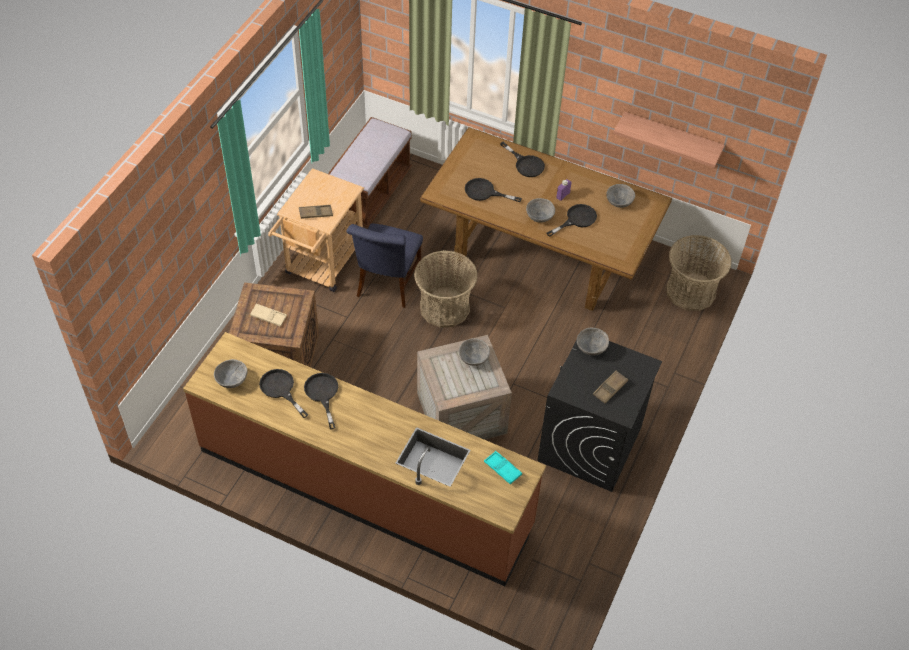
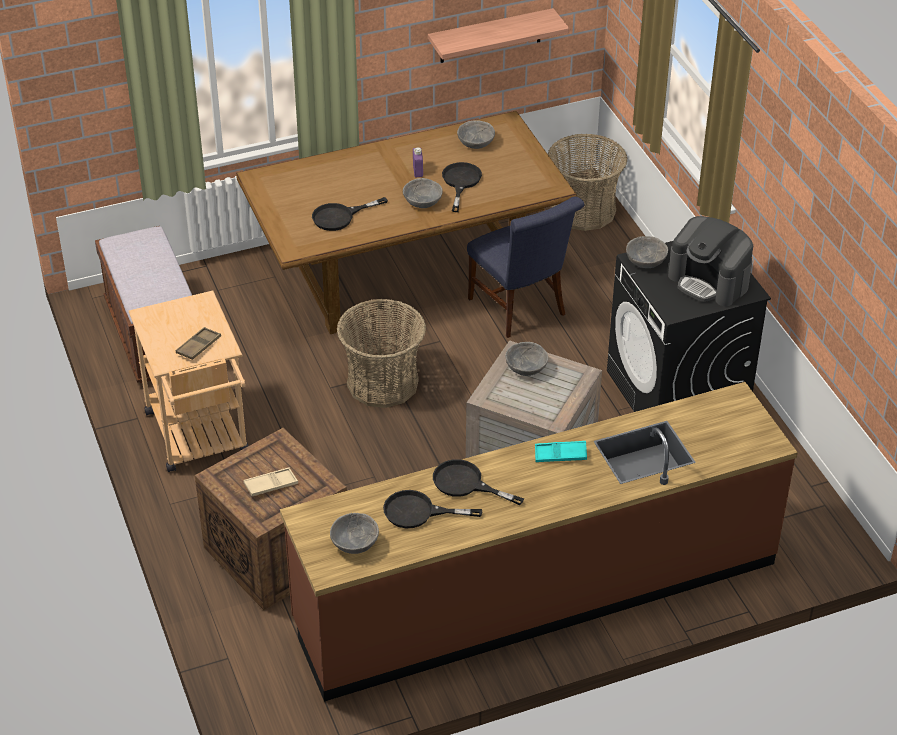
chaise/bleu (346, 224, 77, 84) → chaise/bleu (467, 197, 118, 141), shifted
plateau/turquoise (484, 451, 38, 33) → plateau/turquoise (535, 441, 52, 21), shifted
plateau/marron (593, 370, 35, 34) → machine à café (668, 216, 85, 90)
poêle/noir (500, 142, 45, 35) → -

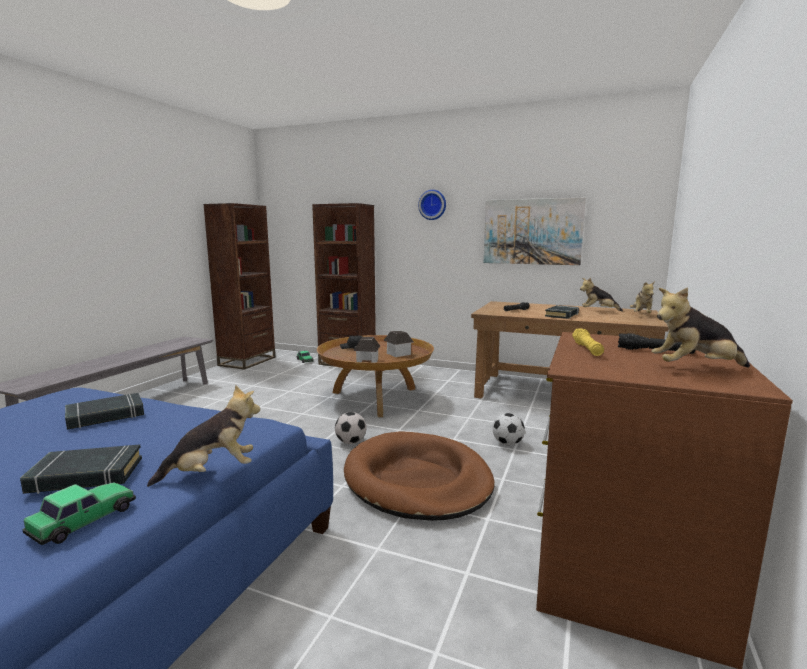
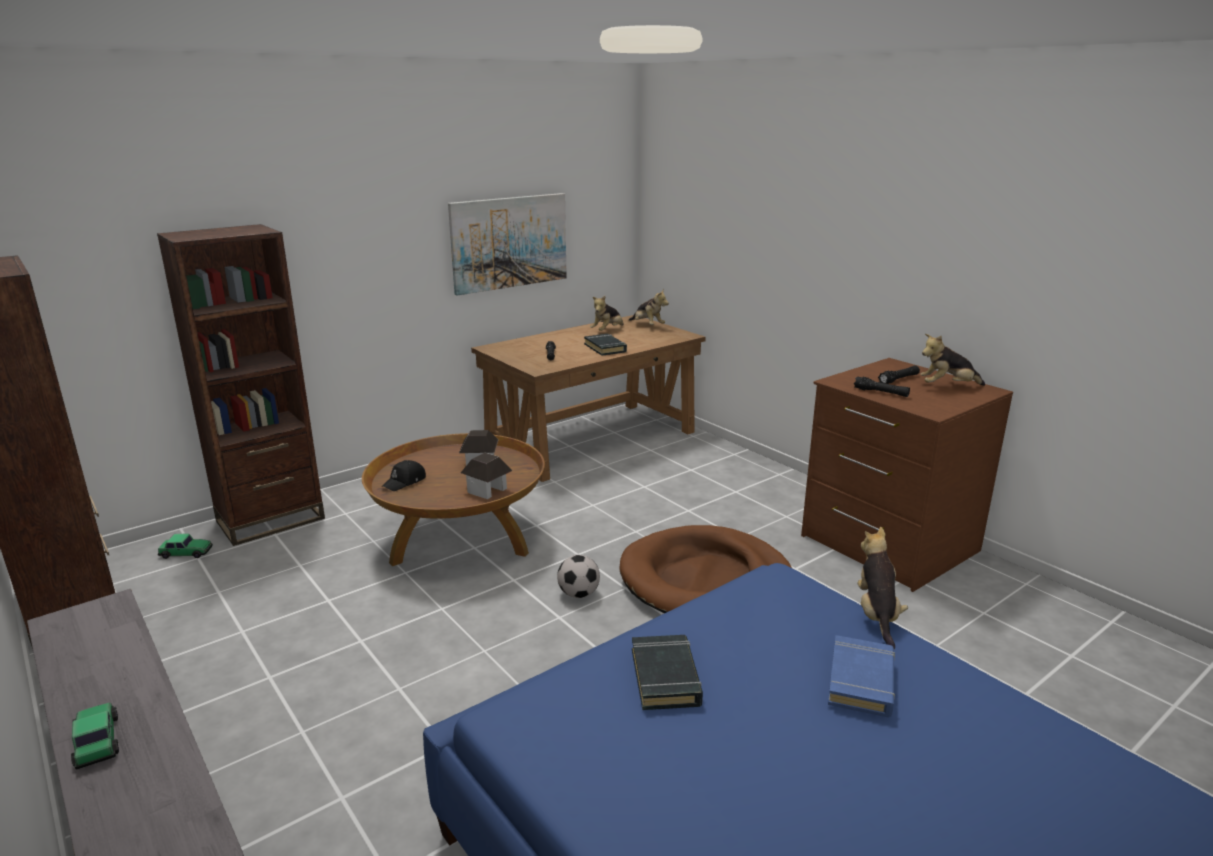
petite voiture (23, 482, 113, 63) → petite voiture (71, 702, 48, 68), shifted
livre/noir (20, 444, 122, 50) → livre/bleu (828, 635, 67, 83)
lampe de poche/jaune (572, 328, 32, 28) → lampe de poche/noir (854, 376, 56, 21)
peluche (652, 287, 98, 80) → peluche (920, 334, 65, 52), 60 degrees clockwise
horloge murale (418, 190, 28, 30) → -
ballon de foot (492, 413, 33, 32) → -

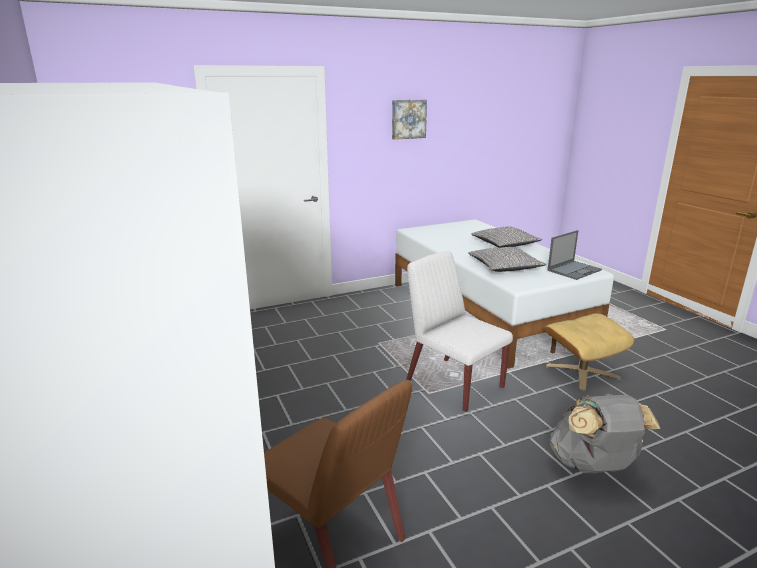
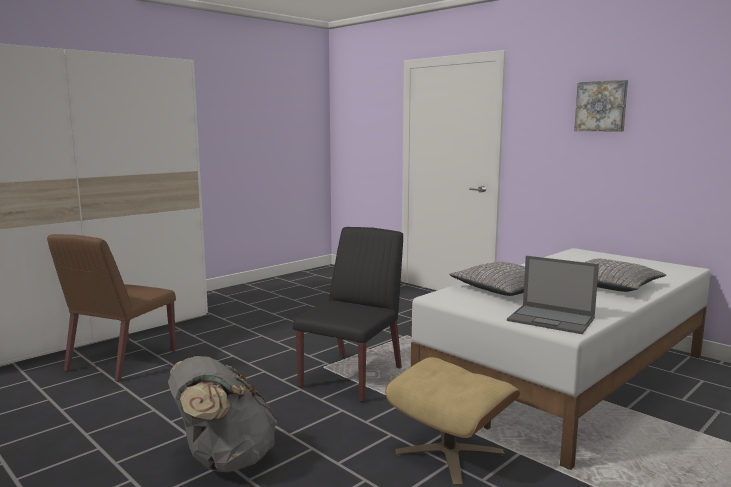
chaise/blanc (406, 251, 107, 161) → chaise/noir (293, 227, 110, 175)

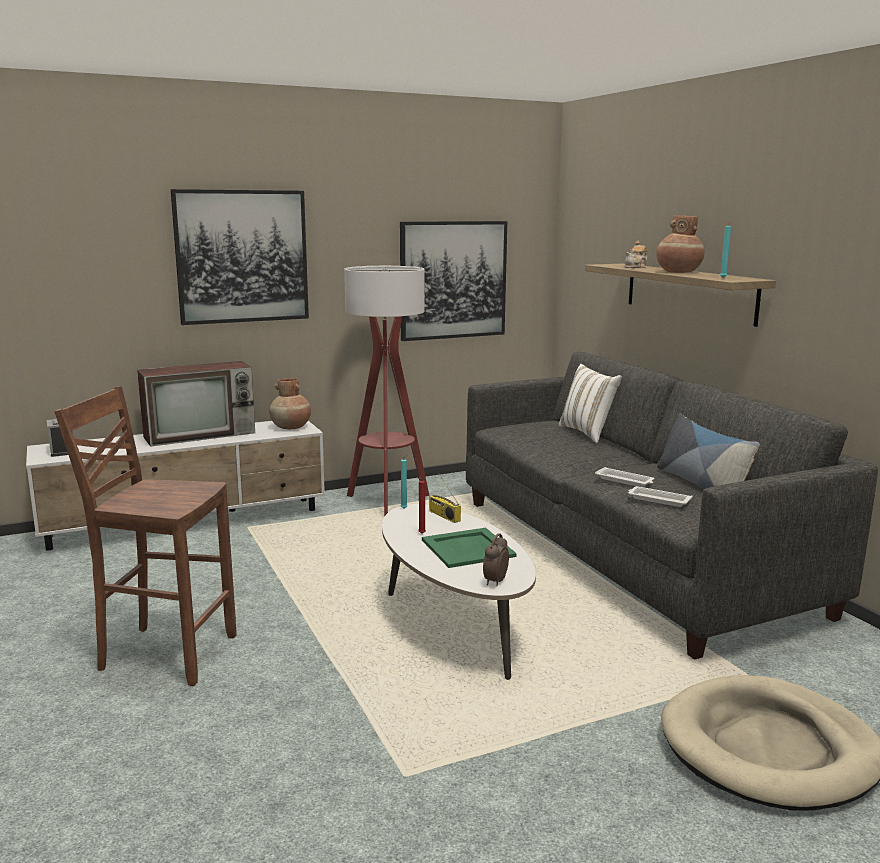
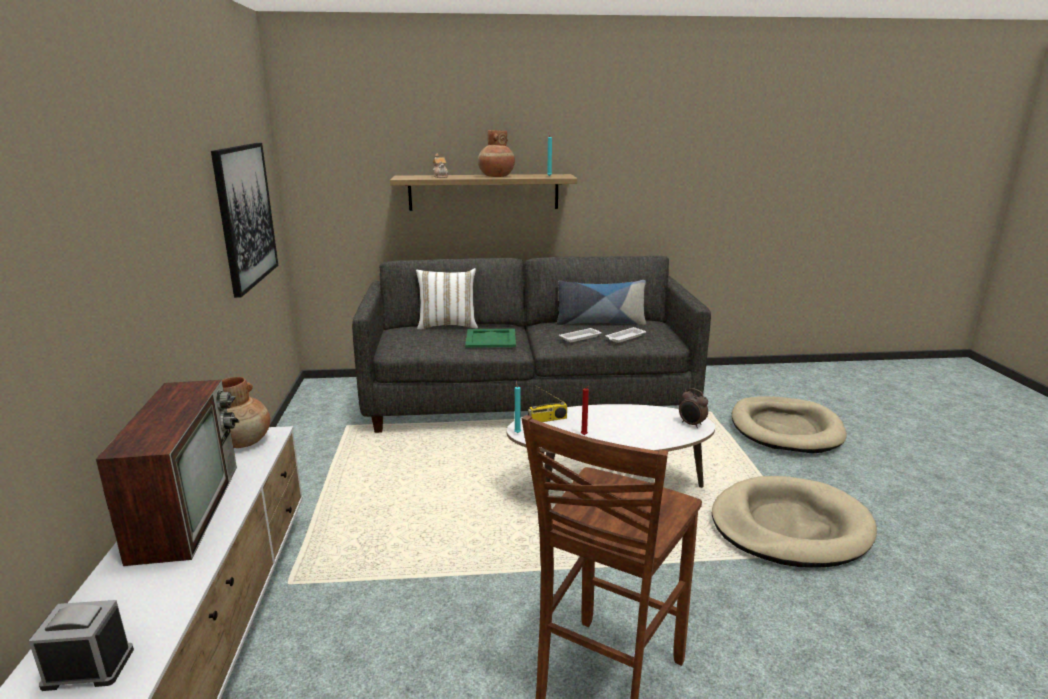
plateau/vert (422, 528, 95, 40) → plateau/vert (465, 329, 51, 19), shifted
- → panier pour chien/beige (712, 476, 165, 92)
tableau (171, 189, 138, 136) → -
lampadaire (344, 266, 85, 251) → -

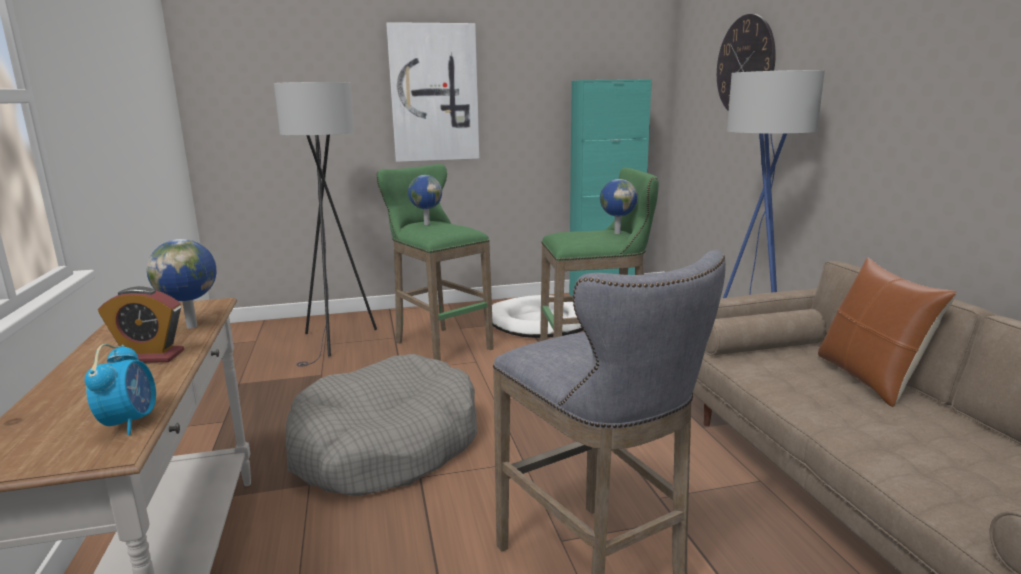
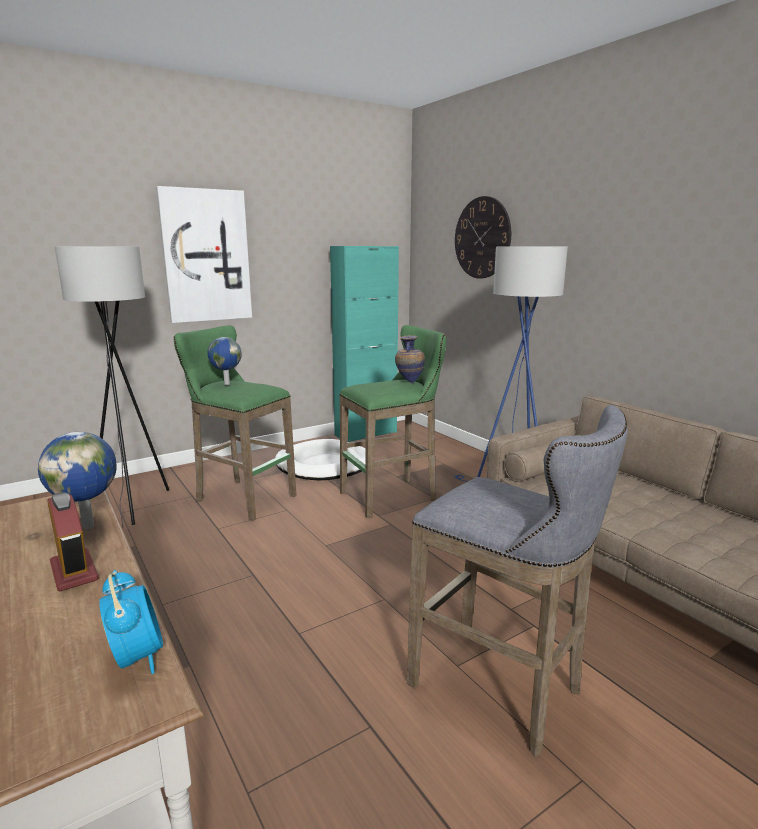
réveil (98, 286, 86, 77) → réveil (48, 492, 51, 99), 105 degrees counterclockwise
globe (600, 179, 38, 55) → vase (395, 336, 30, 47)
panier pour chien/gris (285, 354, 192, 142) → -
coussin/marron (818, 258, 138, 149) → -

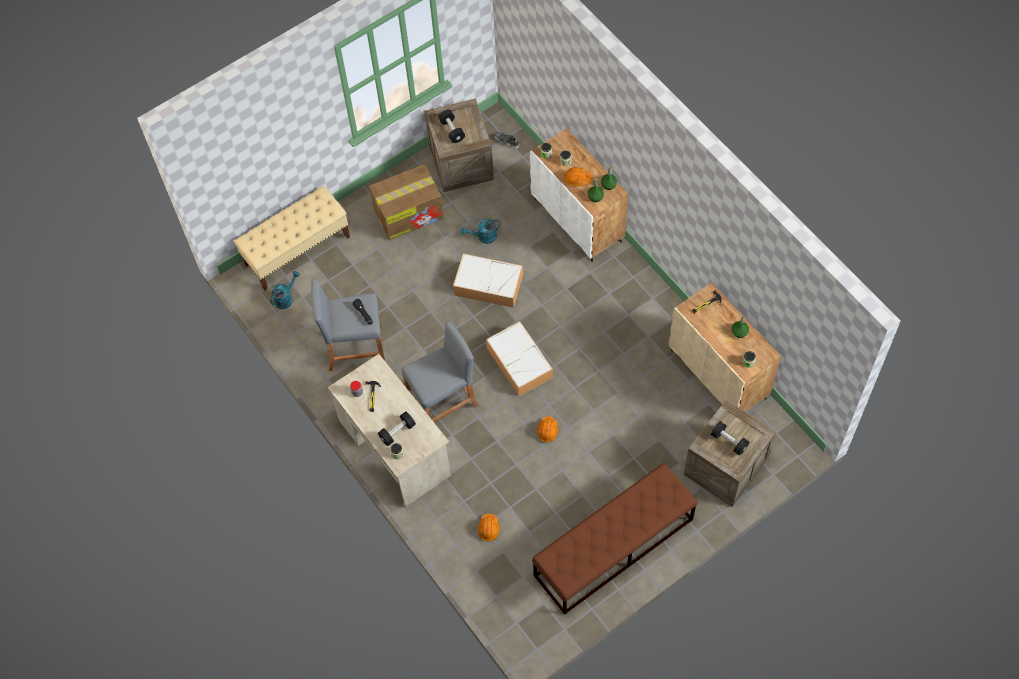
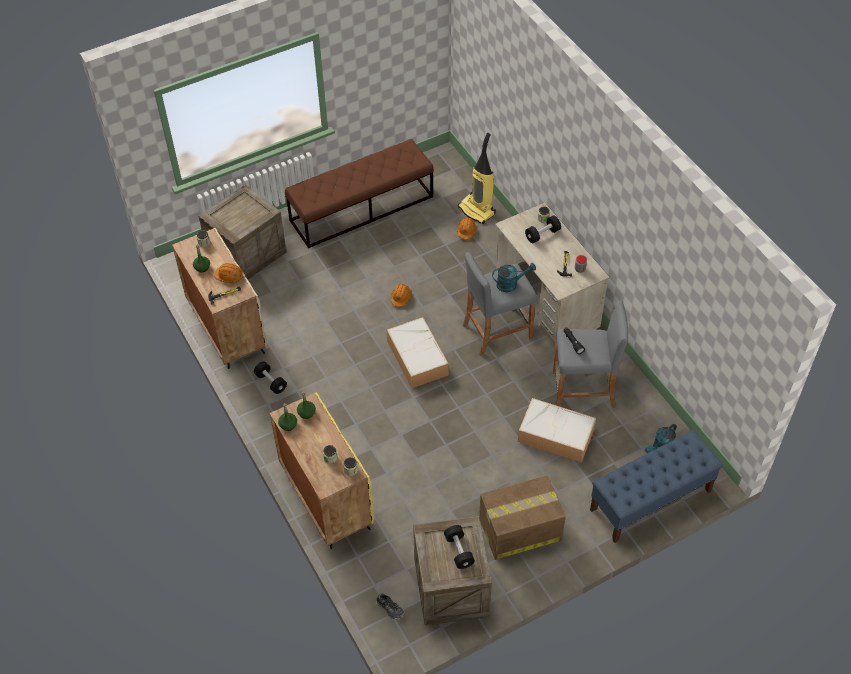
casque de chantier/orange (564, 167, 28, 19) → casque de chantier/orange (214, 263, 29, 20), shifted
haltère/noir (711, 421, 38, 34) → haltère/noir (254, 361, 33, 33), shifted
meuble de rangement/blanc (530, 129, 98, 133) → meuble de rangement/jaune (270, 392, 104, 157)
- → aspirateur (458, 133, 38, 91)
arrosoir/turquoise (461, 219, 40, 25) → arrosoir/turquoise (492, 263, 44, 29), shifted
boîte de rangement (453, 254, 70, 54) → boîte de rangement (518, 398, 78, 64), shifted
banc/beige (234, 186, 116, 105) → banc/bleu (590, 430, 133, 113)

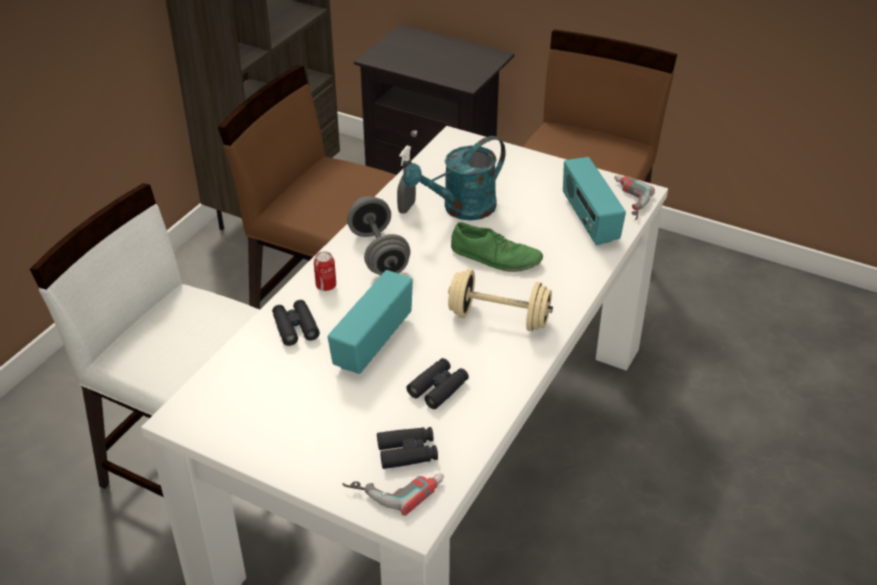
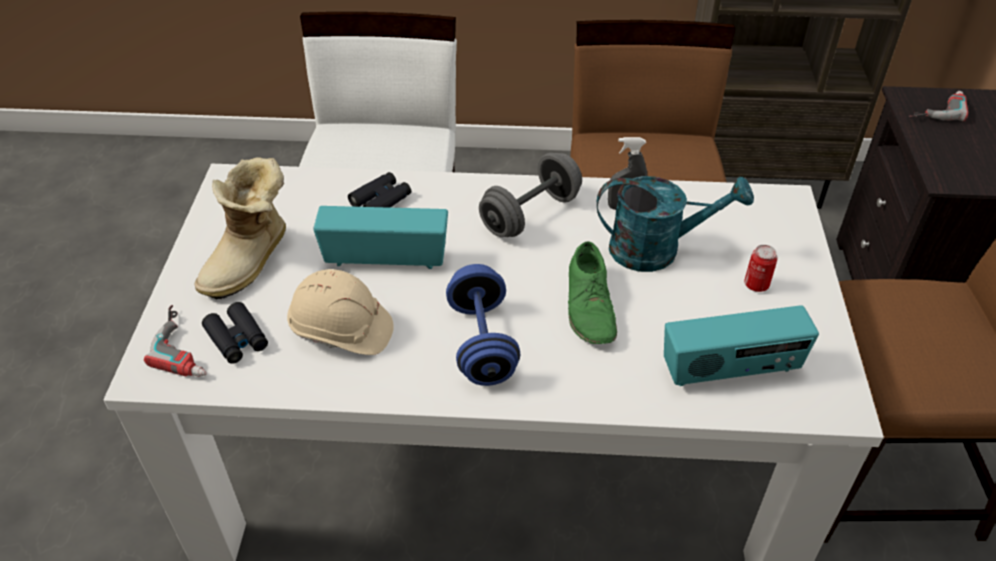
- → botte (195, 158, 91, 141)
jumelles/noir (406, 358, 63, 51) → casque de chantier/beige (287, 269, 107, 86)
haltère/beige (448, 269, 105, 62) → haltère/bleu (446, 264, 74, 122)
arrosoir/turquoise (403, 136, 103, 85) → arrosoir/turquoise (597, 176, 157, 96), 150 degrees clockwise
radio (563, 157, 63, 89) → radio (664, 305, 155, 81), 150 degrees counterclockwise
boîte métallique (314, 251, 22, 40) → boîte métallique (744, 245, 34, 47), shifted
perceuse (614, 175, 41, 45) → perceuse (909, 91, 59, 30), shifted

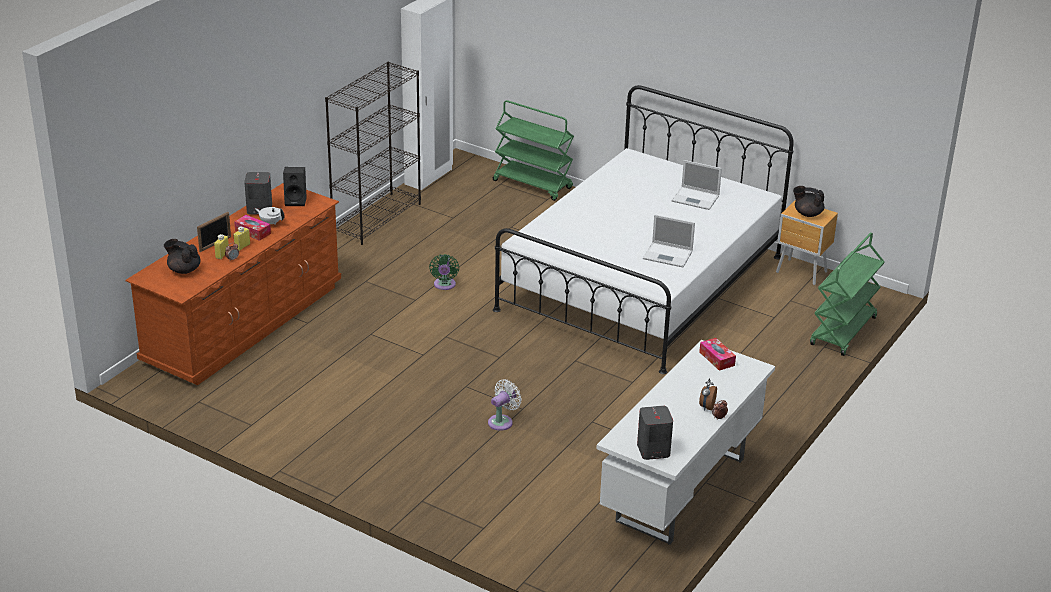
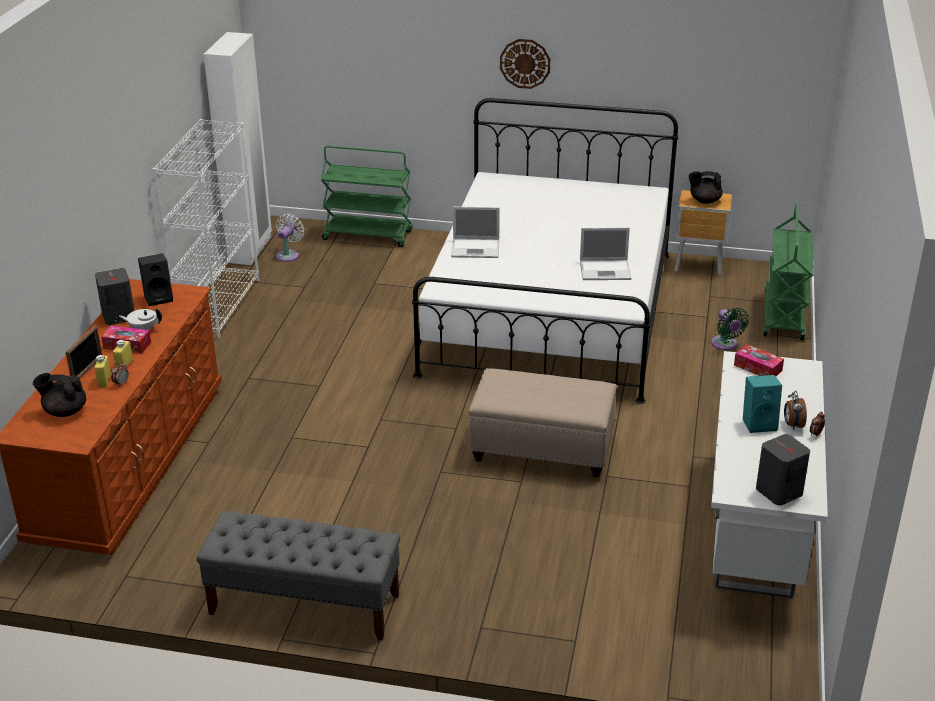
bibliothèque/noir (325, 62, 96, 183) → bibliothèque/blanc (152, 119, 107, 219)
- → banc/gris (196, 511, 204, 129)
ventilateur/blanc (488, 379, 34, 52) → ventilateur/blanc (276, 214, 28, 48), shifted
ordinateur portable (672, 160, 50, 50) → ordinateur portable (451, 207, 49, 51), shifted
- → pouf/beige (469, 368, 147, 109)
- → horloge murale (500, 39, 50, 50)
ventilateur/vert (429, 254, 30, 36) → ventilateur/vert (711, 308, 38, 42), shifted
- → enceinte/turquoise (743, 375, 39, 58)

